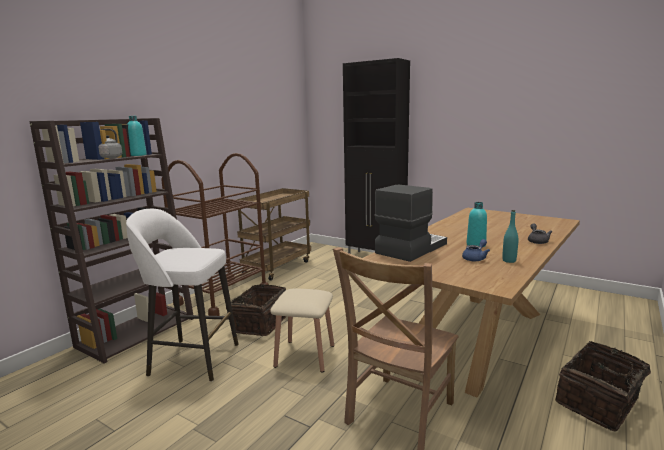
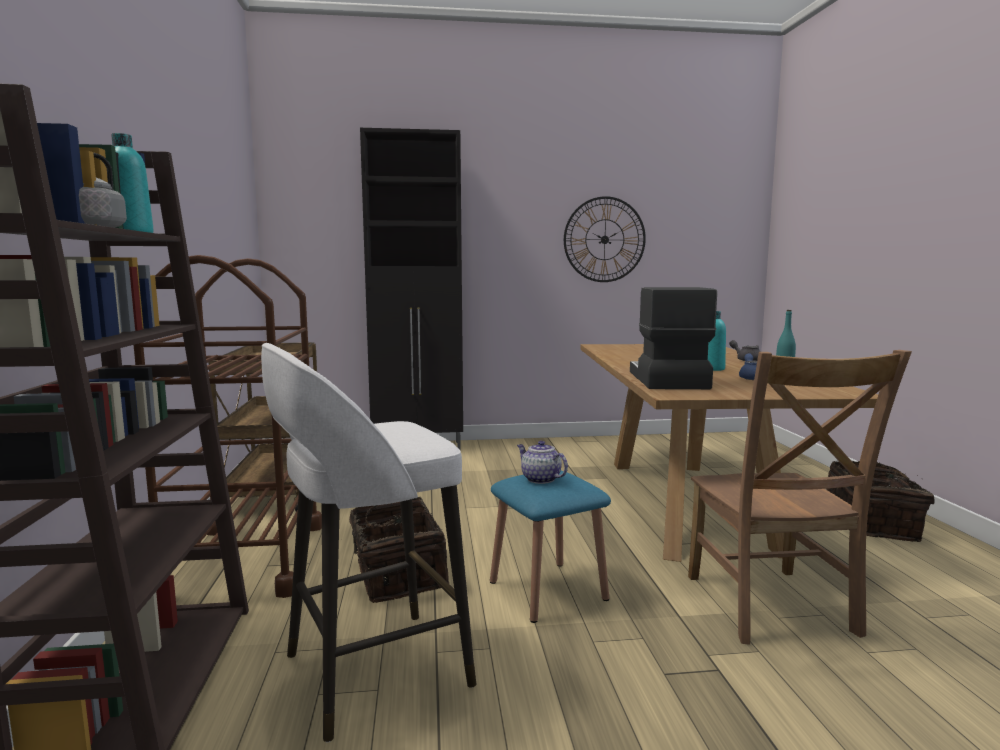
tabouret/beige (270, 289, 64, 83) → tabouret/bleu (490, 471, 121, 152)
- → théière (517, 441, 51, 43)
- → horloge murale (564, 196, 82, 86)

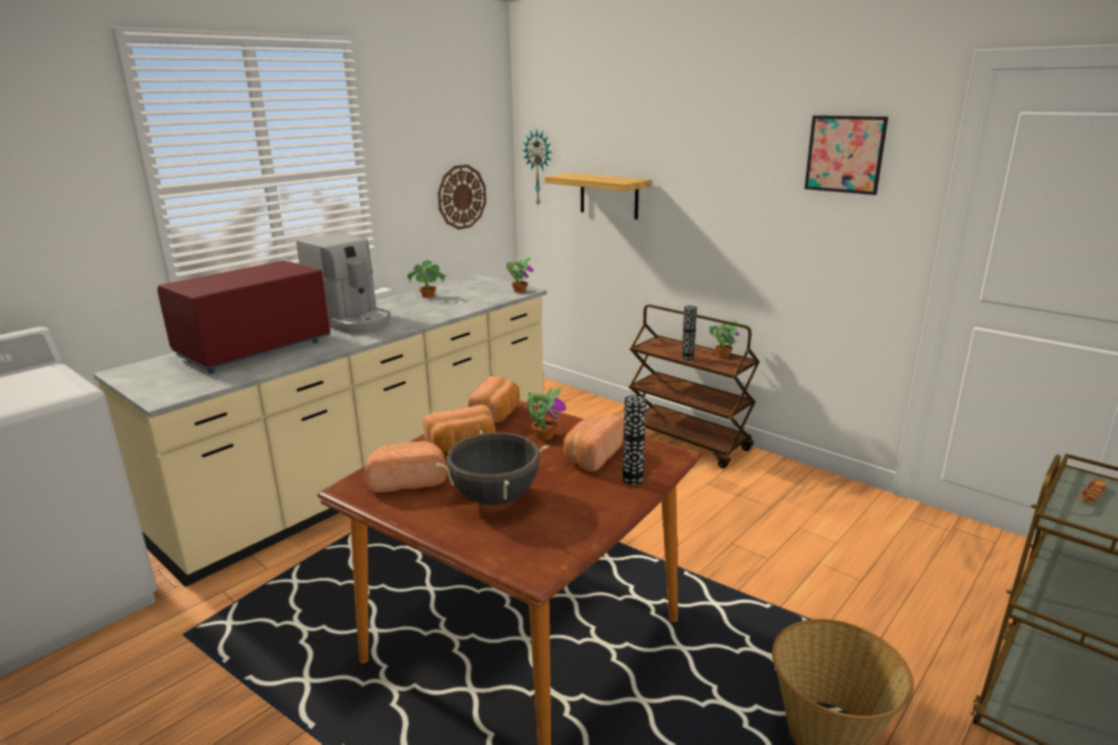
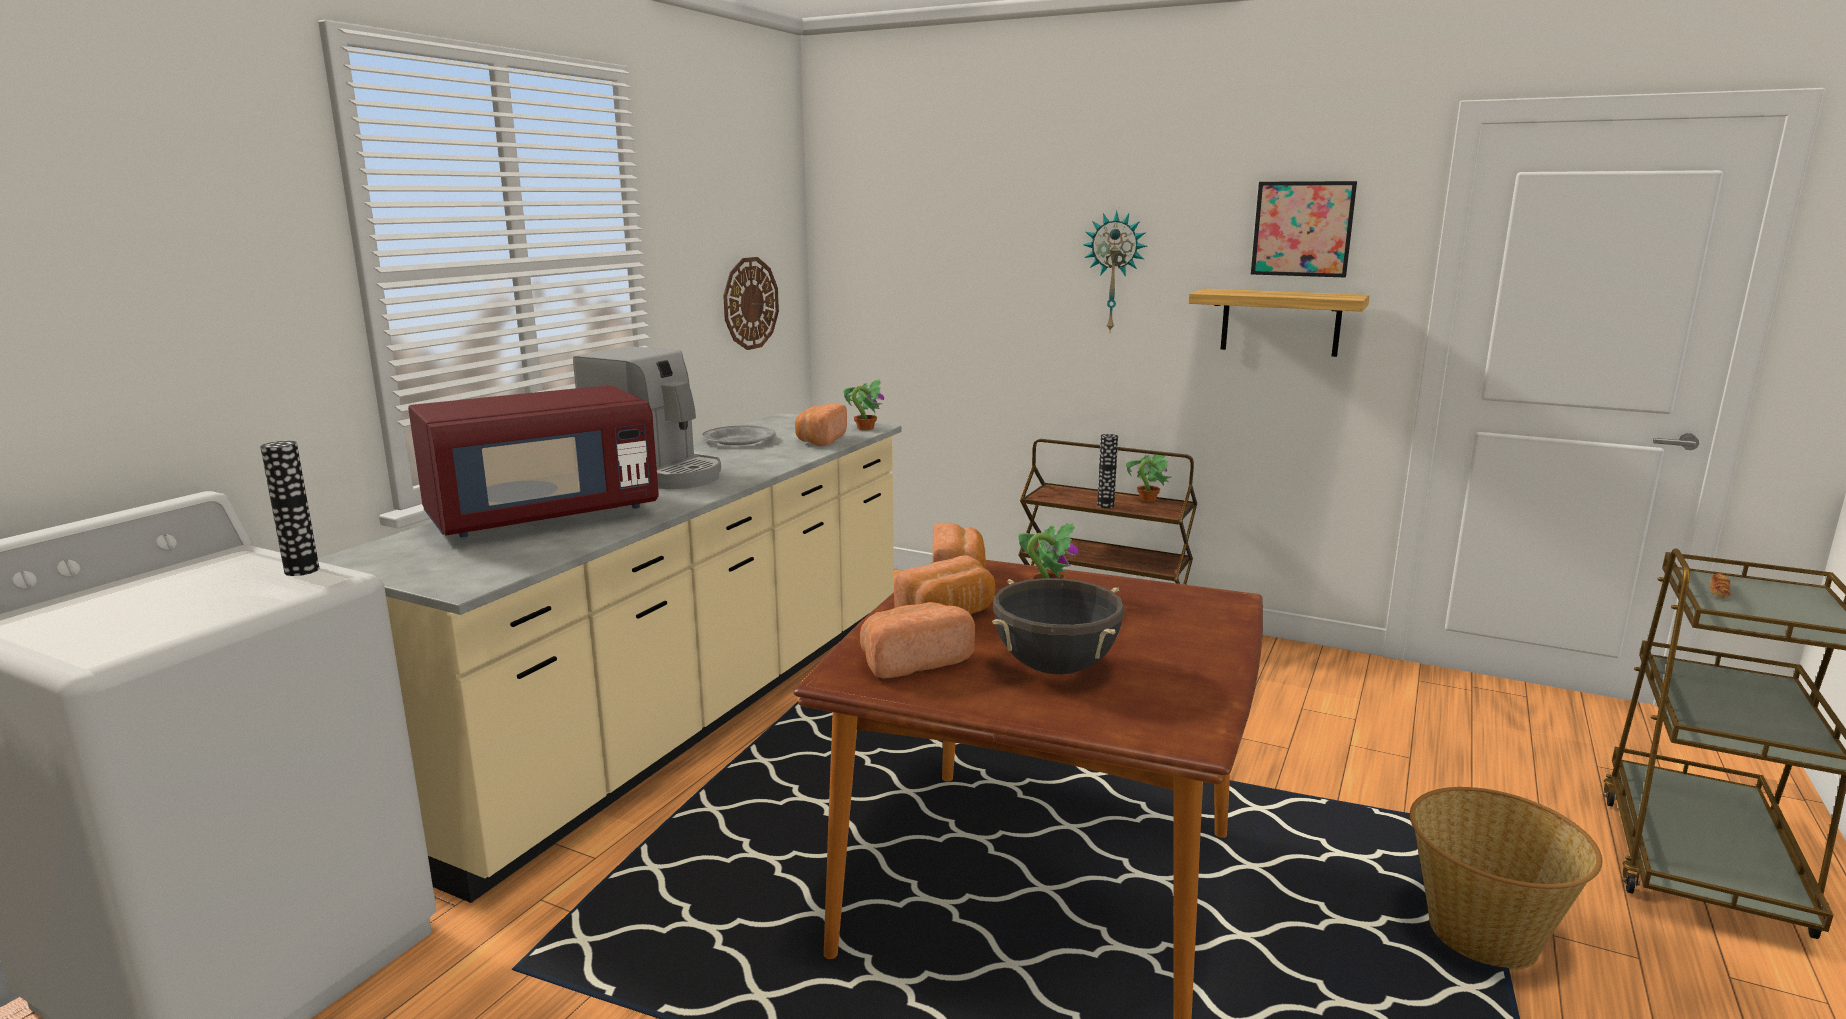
vase (623, 395, 23, 90) → vase (260, 441, 59, 135), shifted
micro-ondes/rouge (157, 261, 174, 112) → micro-ondes/rouge (408, 385, 251, 152), 150 degrees counterclockwise
plante en pot (407, 260, 40, 38) → assiette/gris (701, 426, 75, 19)
pain (563, 415, 61, 57) → pain (795, 403, 52, 43), shifted
horloge murale (522, 129, 30, 76) → horloge murale (1083, 211, 64, 120), shifted
étagère (545, 173, 106, 47) → étagère (1188, 288, 182, 69), shifted

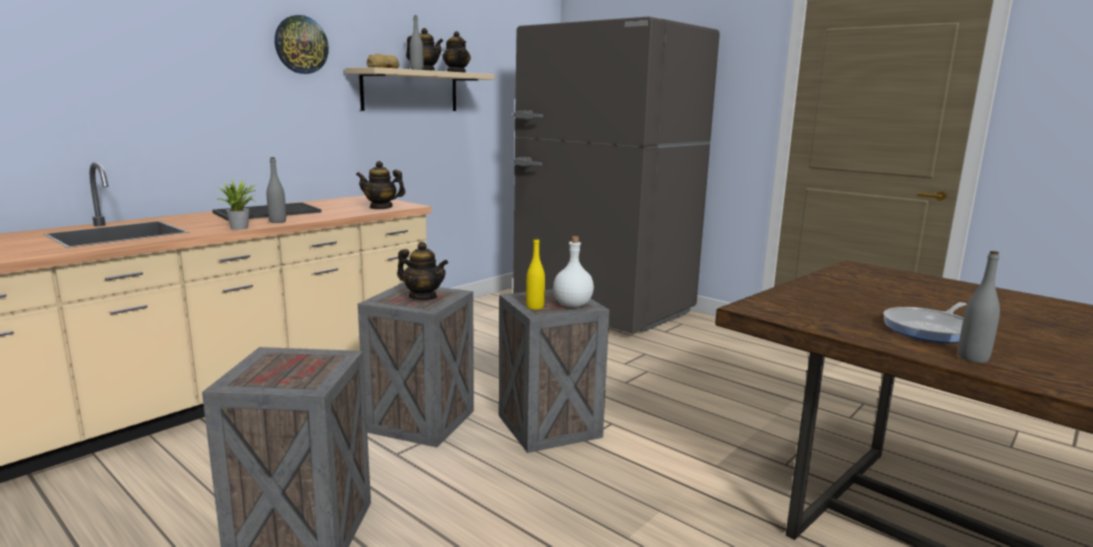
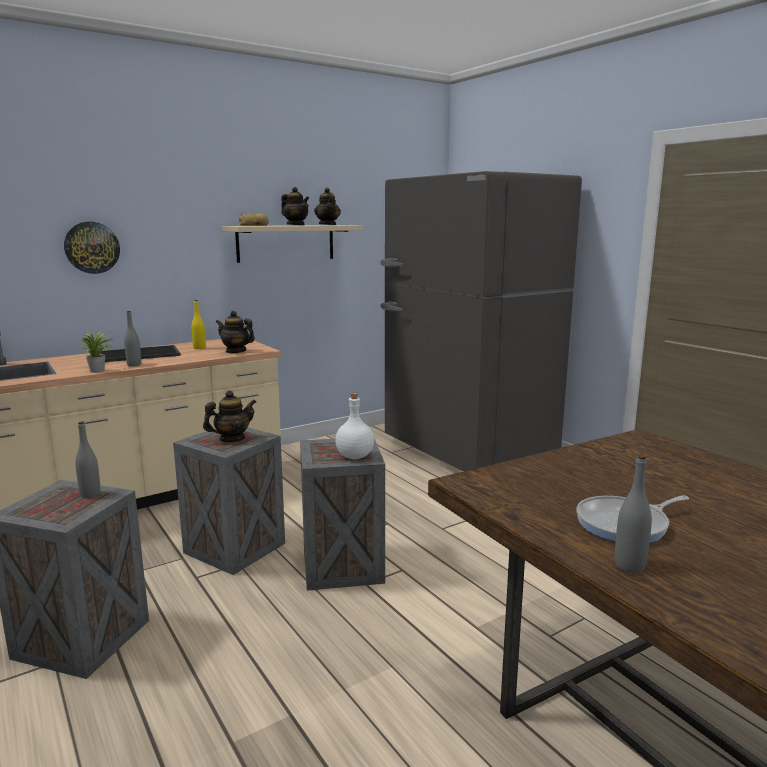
horloge murale (275, 15, 54, 59) → horloge murale (64, 222, 56, 52), shifted
bouteille/gris (410, 15, 13, 55) → bouteille/gris (75, 421, 26, 77), shifted
bouteille/jaune (526, 238, 19, 72) → bouteille/jaune (191, 300, 15, 49), shifted
théière (397, 242, 51, 58) → théière (203, 390, 53, 52), 75 degrees counterclockwise

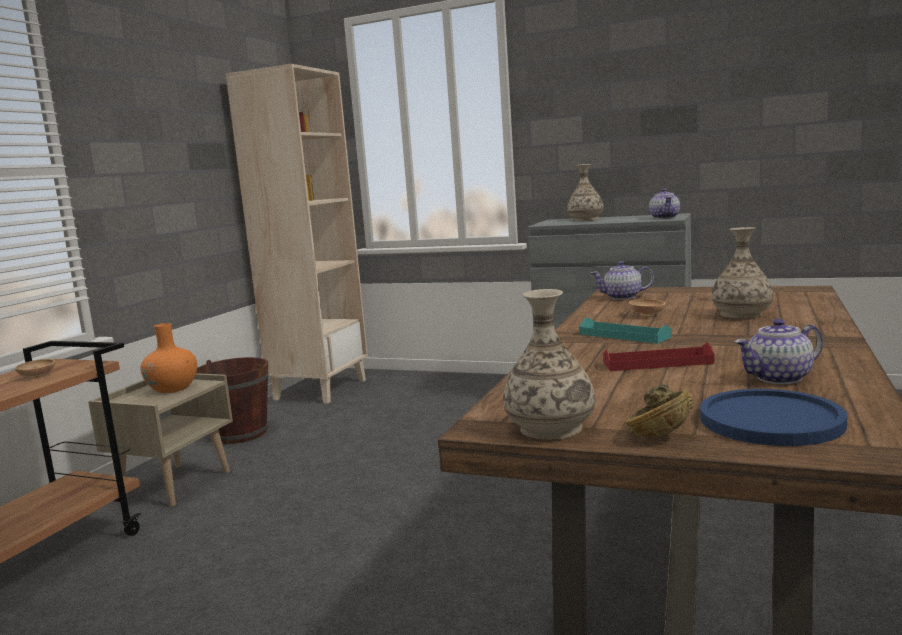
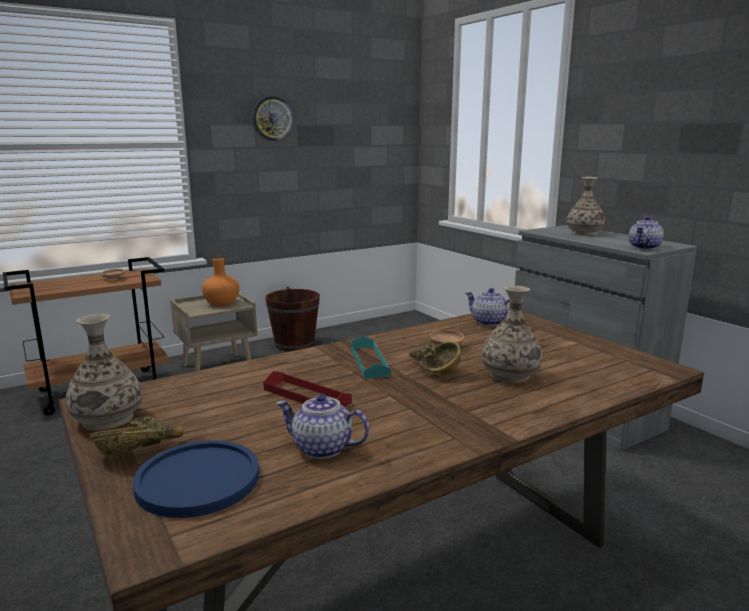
- → horloge murale (252, 96, 41, 45)
- → bol/marron (409, 341, 52, 36)
bibliothèque/beige (226, 64, 142, 340) → -

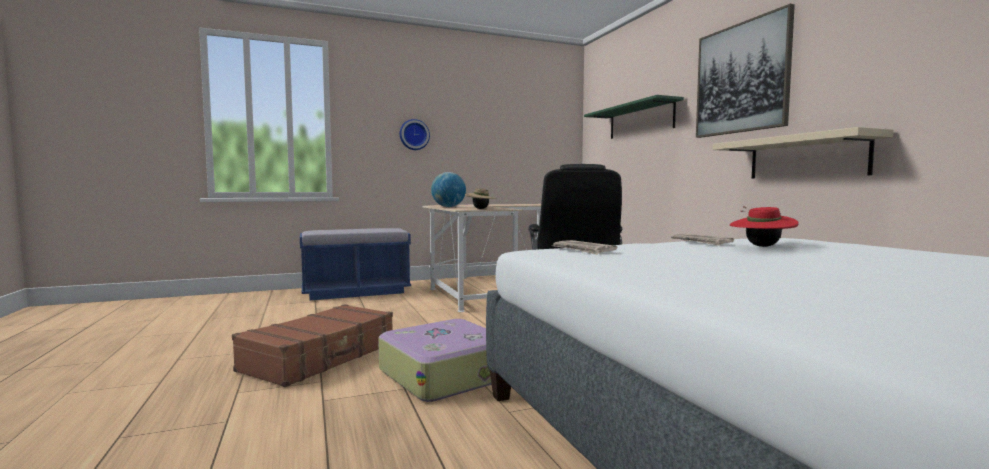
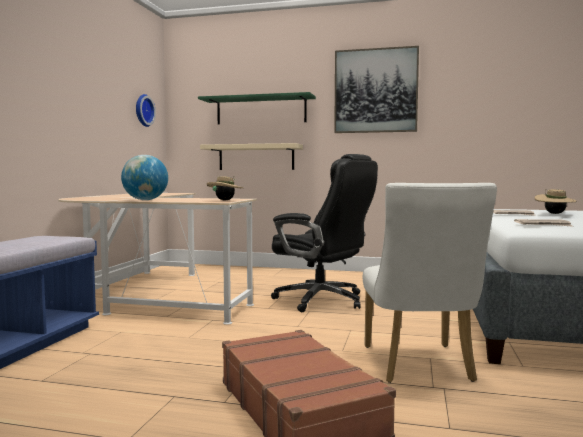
horloge murale (400, 119, 30, 31) → horloge murale (136, 94, 20, 33), shifted
étagère/beige (713, 127, 181, 52) → étagère/beige (200, 143, 103, 27), shifted
valise (378, 319, 114, 83) → chaise/blanc (363, 183, 134, 200)
chapeau/rouge (730, 206, 69, 41) → chapeau/beige (535, 189, 41, 25)

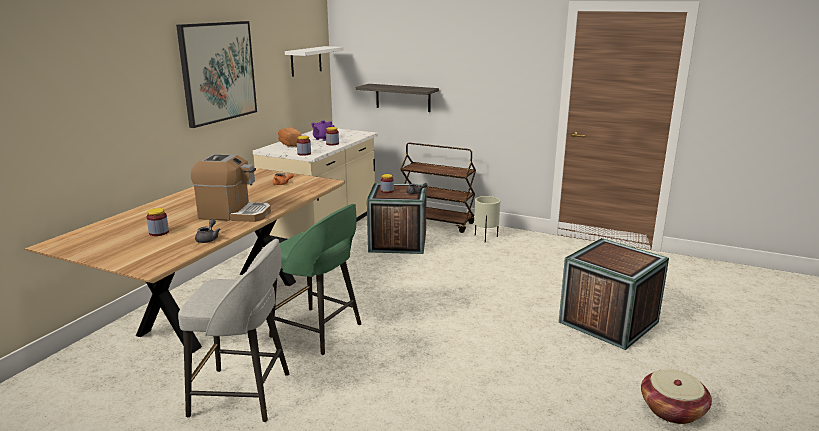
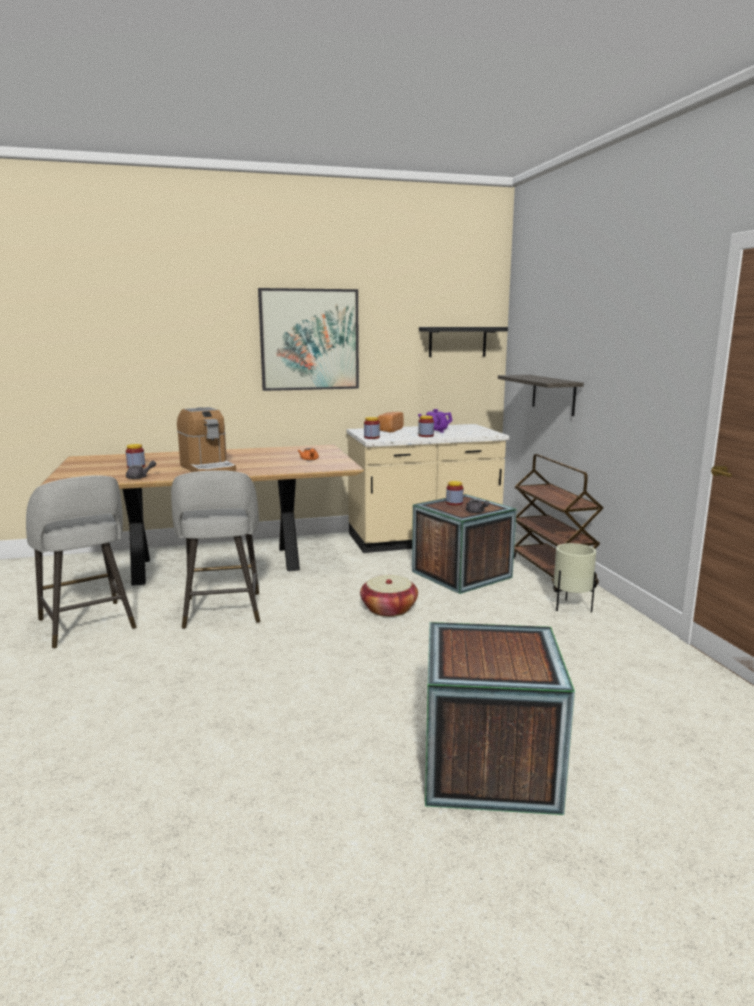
tabouret/vert (269, 204, 92, 151) → tabouret/gris (171, 470, 89, 159)
panier (641, 369, 71, 55) → panier (360, 575, 58, 42), shifted
étagère/blanc (285, 46, 59, 31) → étagère/noir (419, 327, 89, 30)

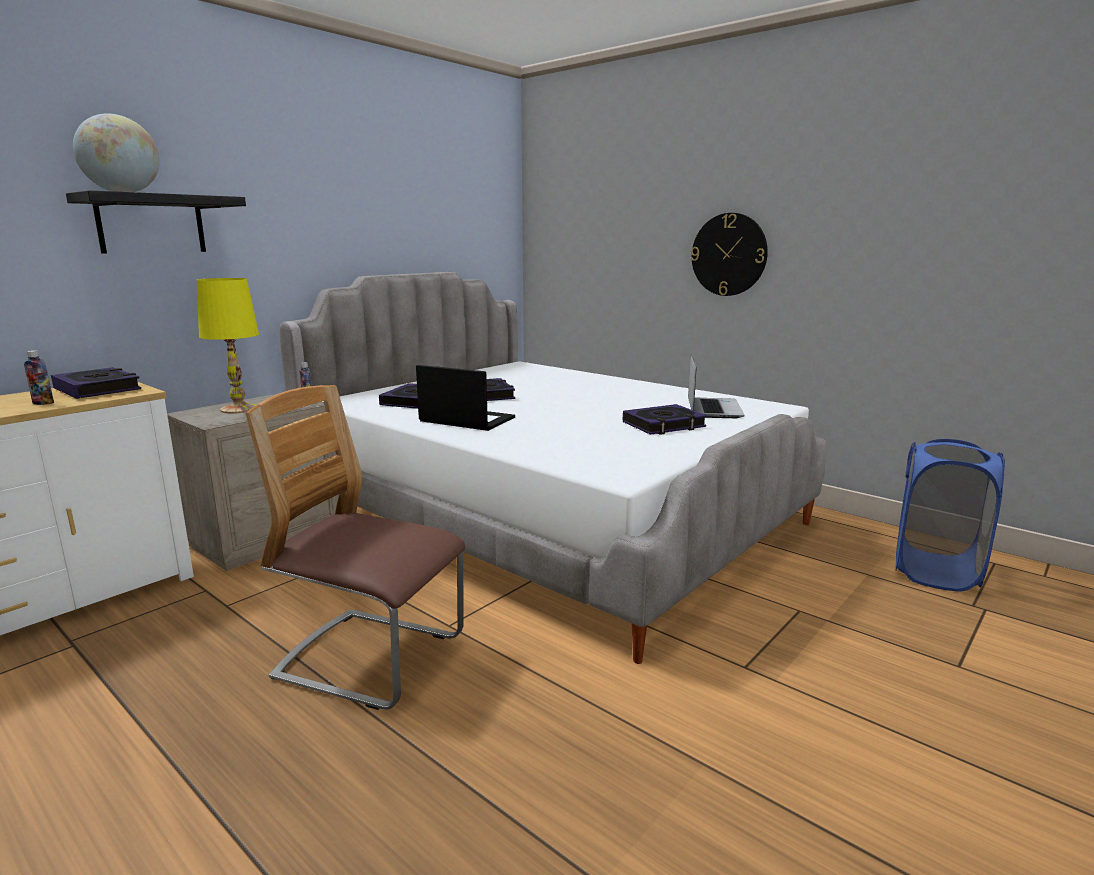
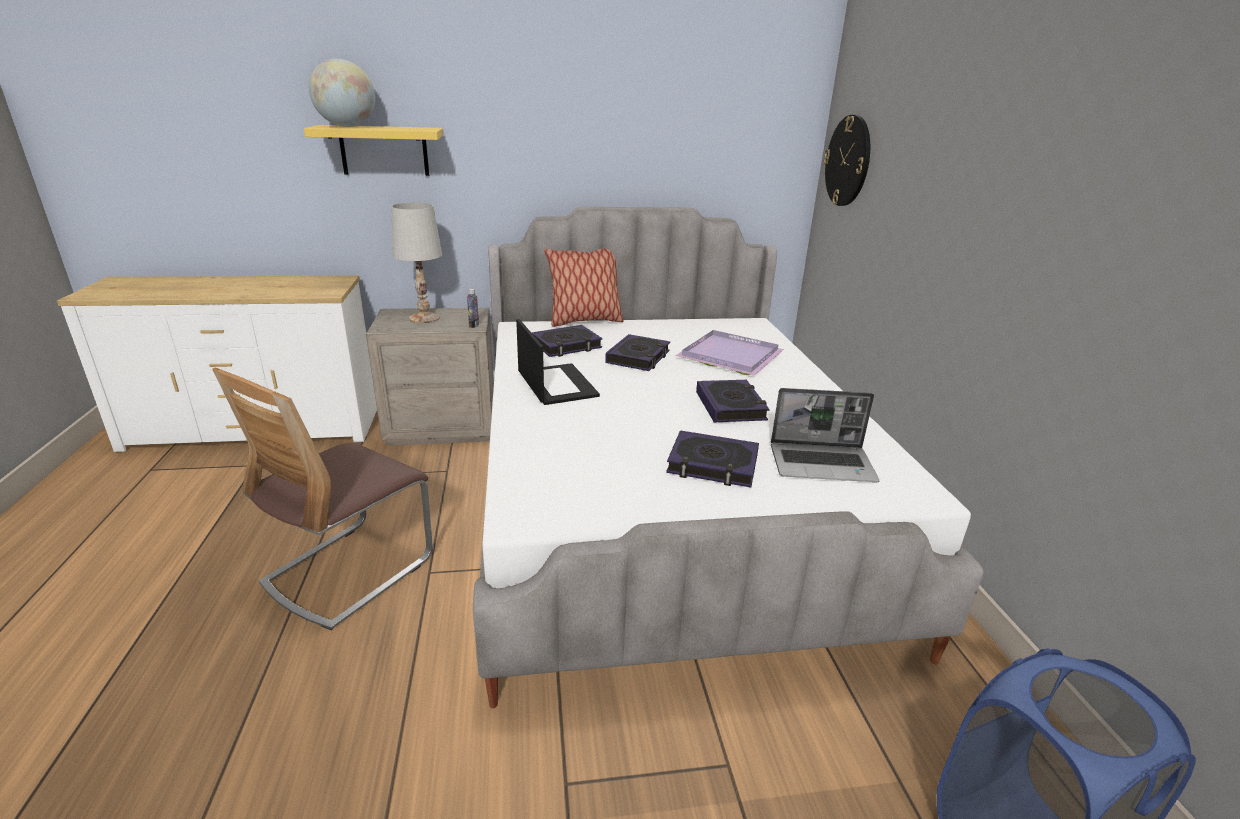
chaise (246, 385, 219, 325) → chaise (212, 367, 221, 263), 120 degrees counterclockwise
étagère/noir (66, 190, 180, 64) → étagère/jaune (304, 125, 139, 51)
lampe de table/jaune (197, 278, 62, 136) → lampe de table/blanc (391, 203, 51, 120)
- → coussin (544, 248, 80, 79)
- → plateau/violet (675, 330, 109, 46)
livre (51, 367, 90, 32) → livre (696, 380, 74, 42), shifted
ordinateur portable (688, 354, 57, 64) → ordinateur portable (771, 388, 108, 94), 45 degrees clockwise
horloge murale (691, 213, 77, 83) → horloge murale (823, 115, 47, 91), shifted
bouteille (24, 350, 30, 55) → -

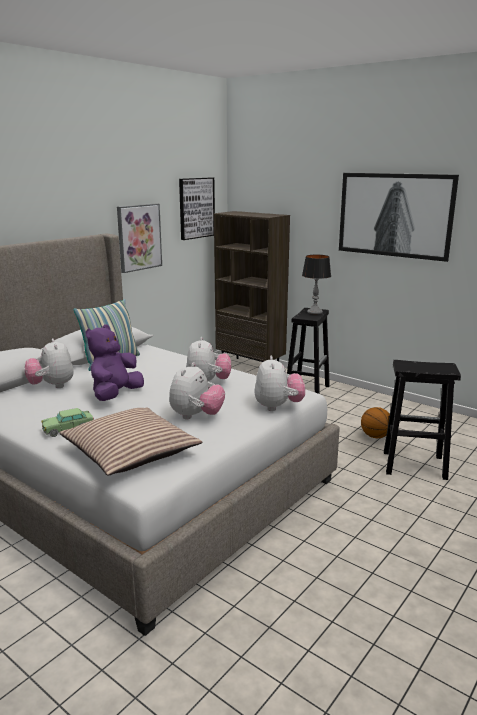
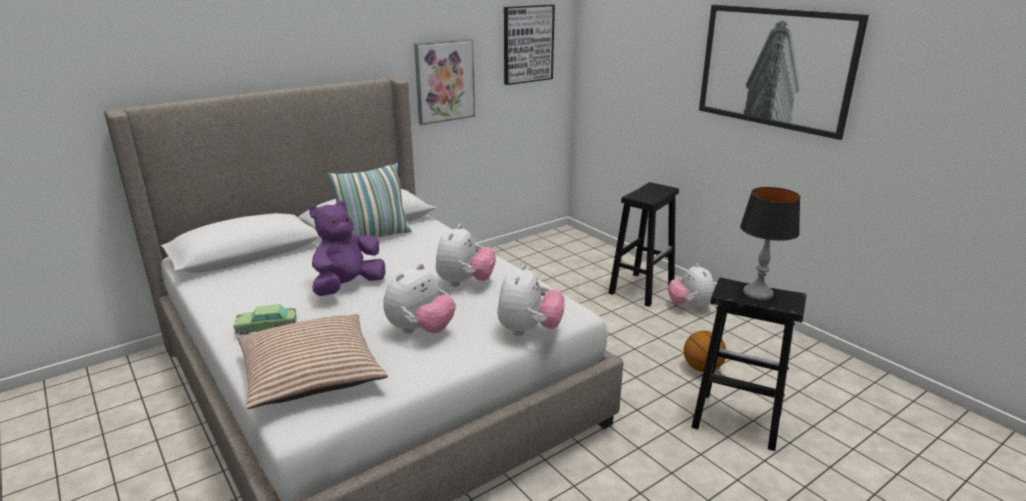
peluche (24, 339, 50, 49) → peluche (668, 263, 47, 47), shifted
lampe de table (302, 255, 29, 59) → lampe de table (740, 187, 60, 113), shifted
bibliothèque/marron (214, 211, 76, 151) → -

